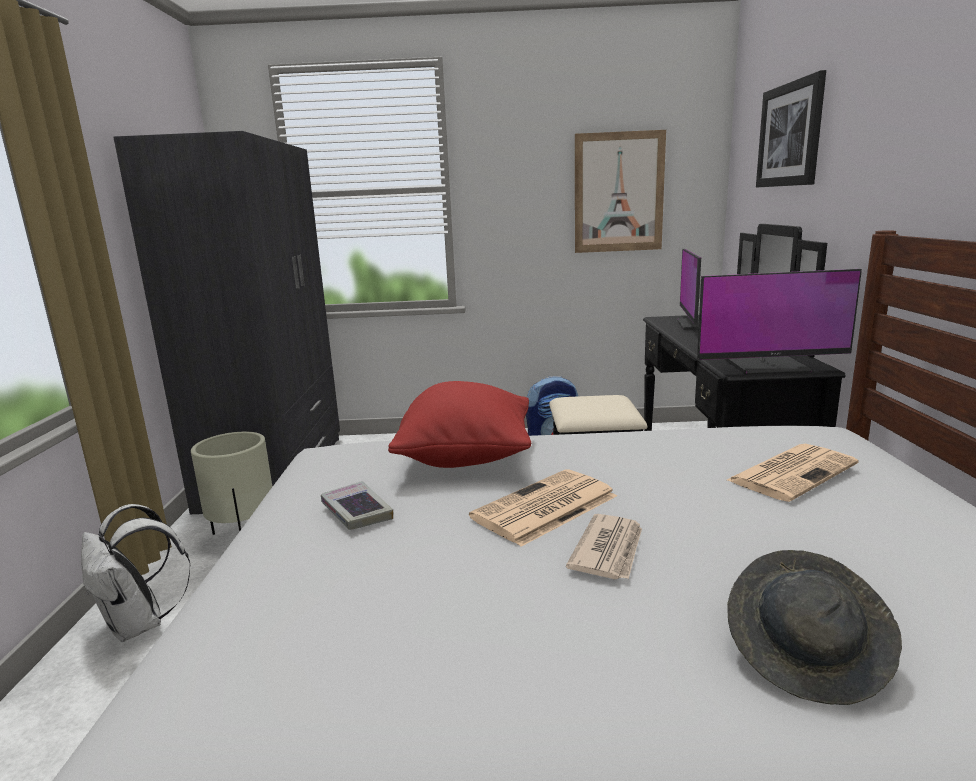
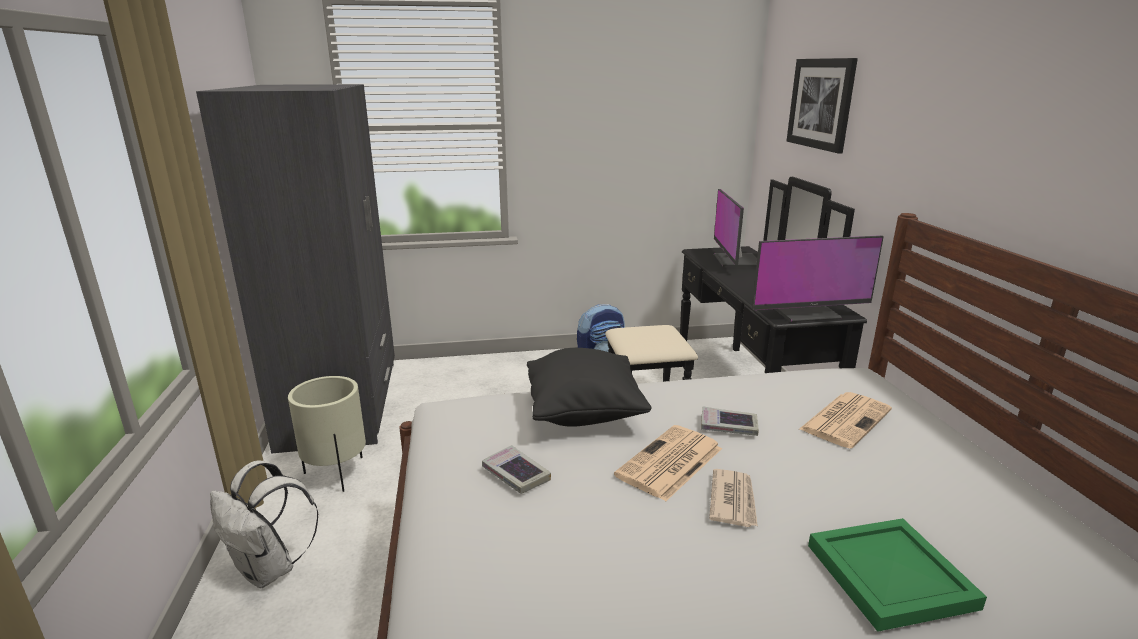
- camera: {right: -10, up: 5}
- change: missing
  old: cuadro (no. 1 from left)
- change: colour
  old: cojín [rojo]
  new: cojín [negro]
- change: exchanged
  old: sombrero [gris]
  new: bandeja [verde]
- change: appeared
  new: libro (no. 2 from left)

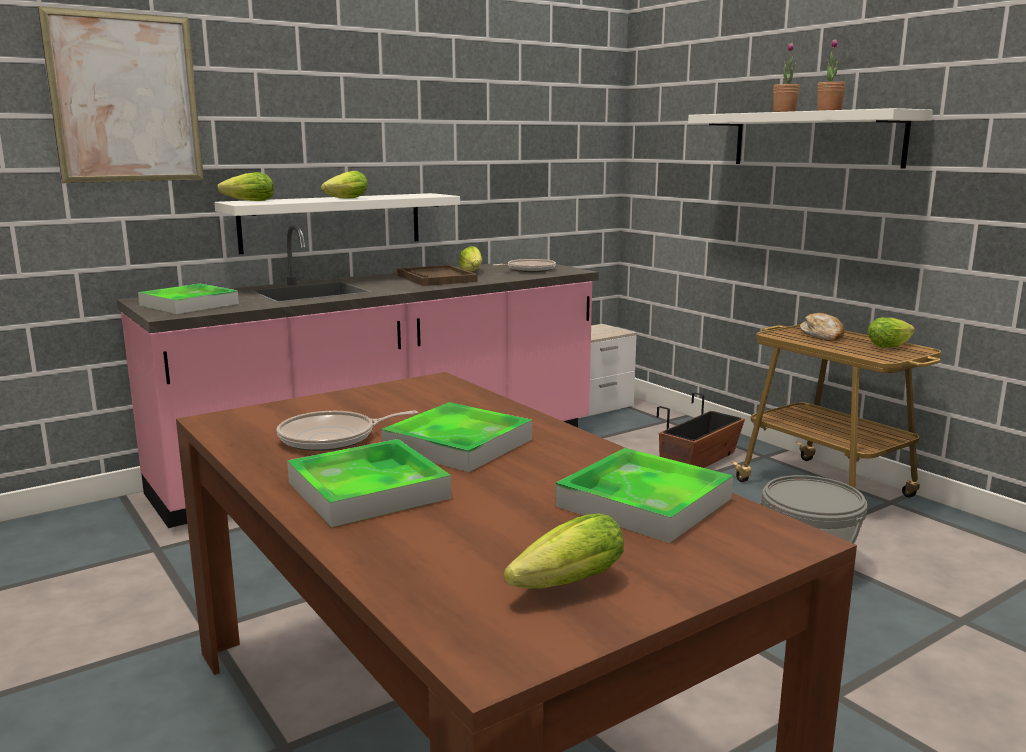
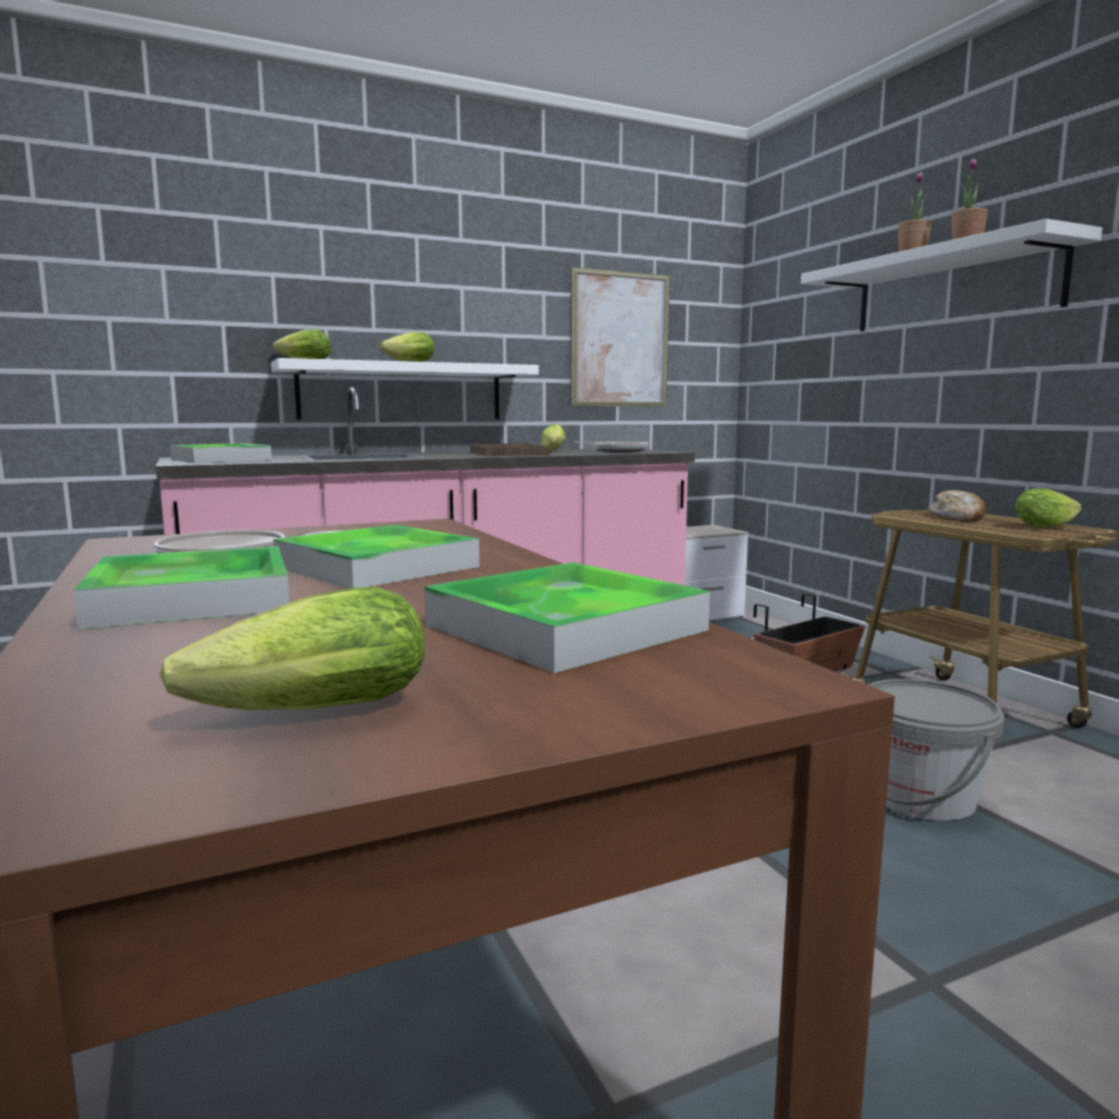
- camera: {right: 10, up: -5}
- change: relocated
  old: cuadro

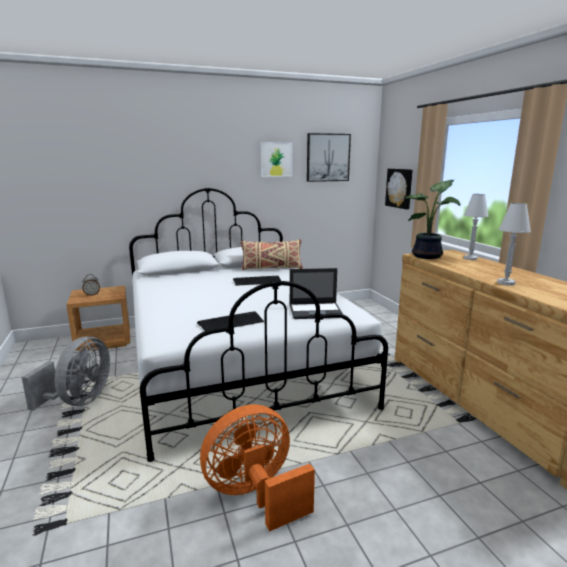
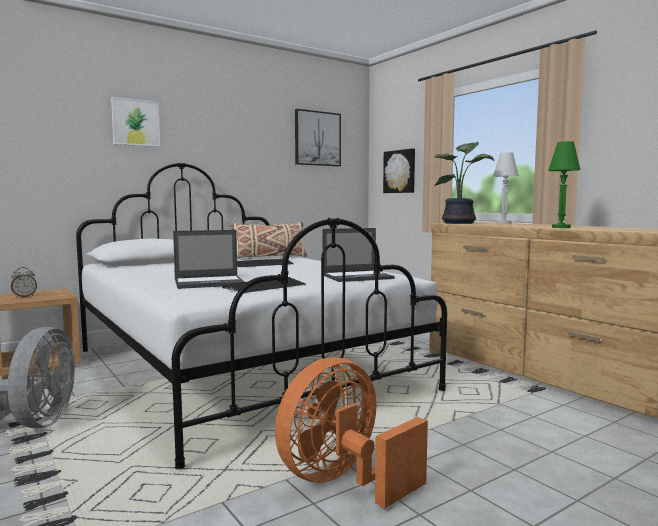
- camera: {right: -15, up: -10}
- change: relocated
  old: cuadro (no. 1 from left)
- change: colour
  old: lámpara de mesa [blanco] (no. 2 from left)
  new: lámpara de mesa [verde]
- change: appeared
  new: portátil (no. 1 from left)

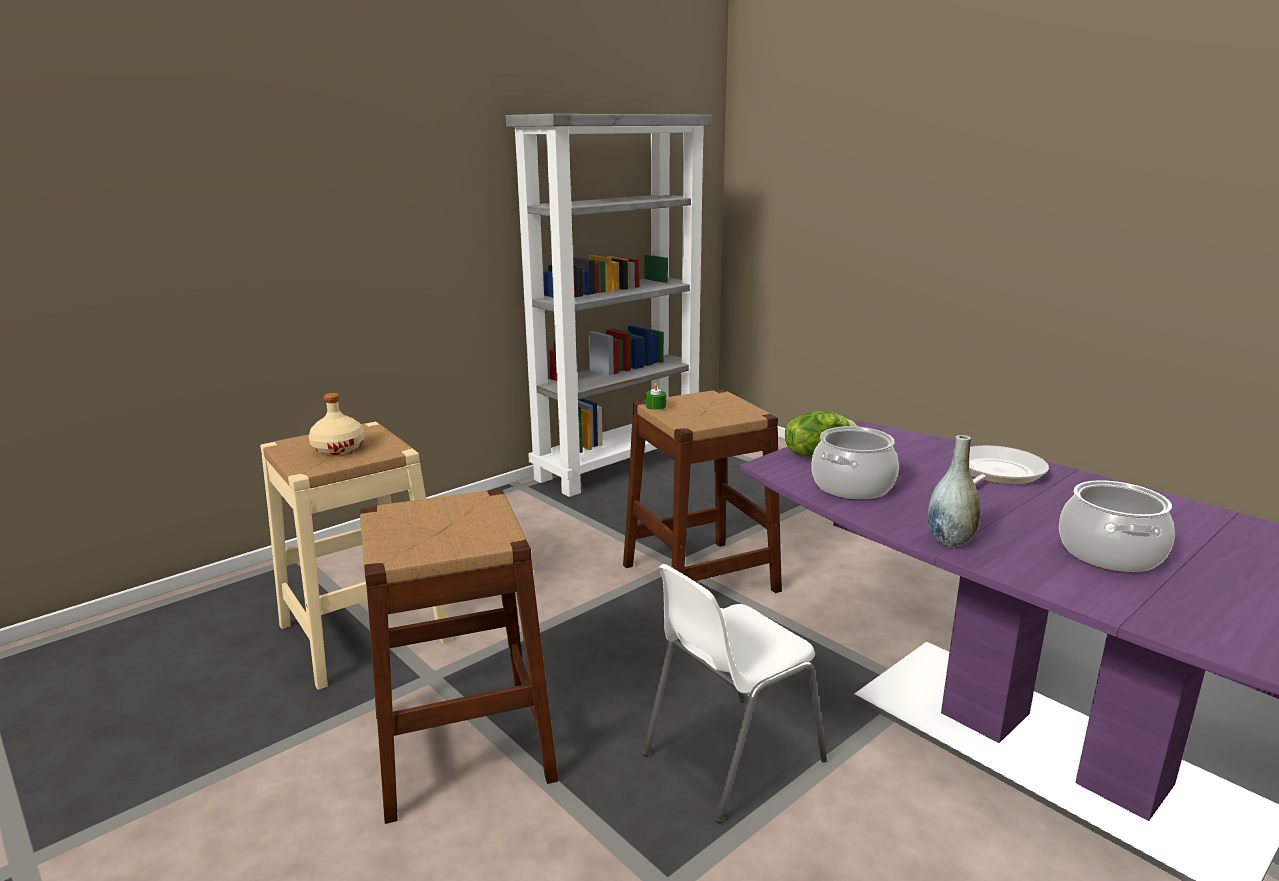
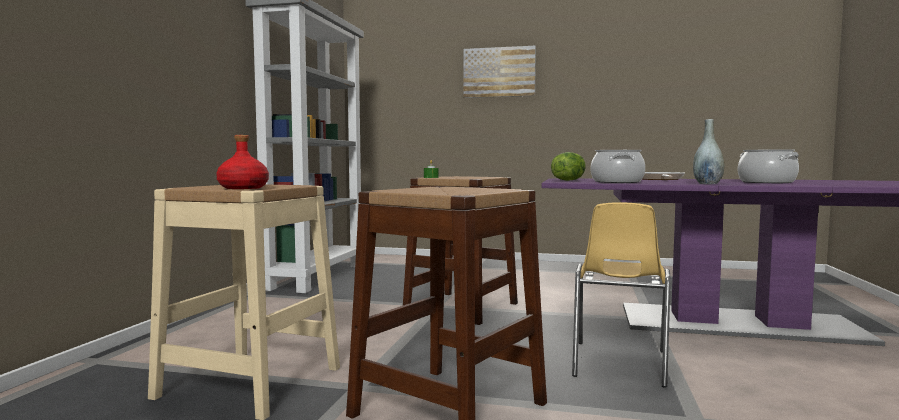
- camera: {right: -35, up: -15}
- change: colour
  old: botella [beis]
  new: botella [rojo]
- change: colour
  old: silla [blanco]
  new: silla [amarillo]
- change: appeared
  new: cuadro

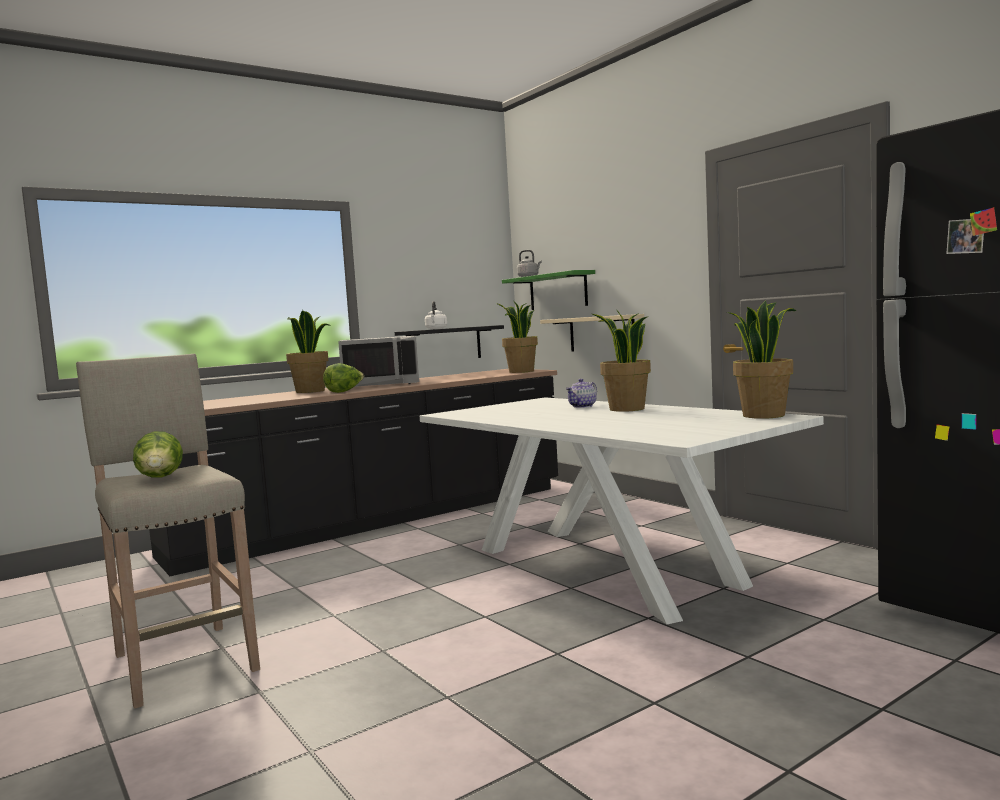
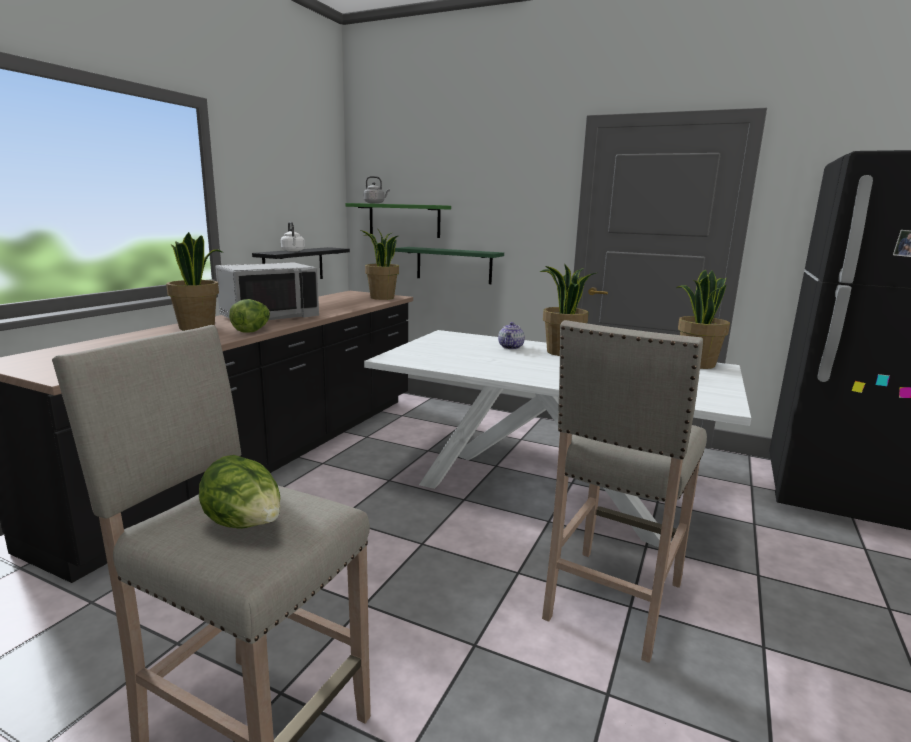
- camera: {right: -30, up: 10}
- change: colour
  old: estante [beis]
  new: estante [verde] (no. 2 from left)
- change: appeared
  new: taburete [beis] (no. 2 from left)

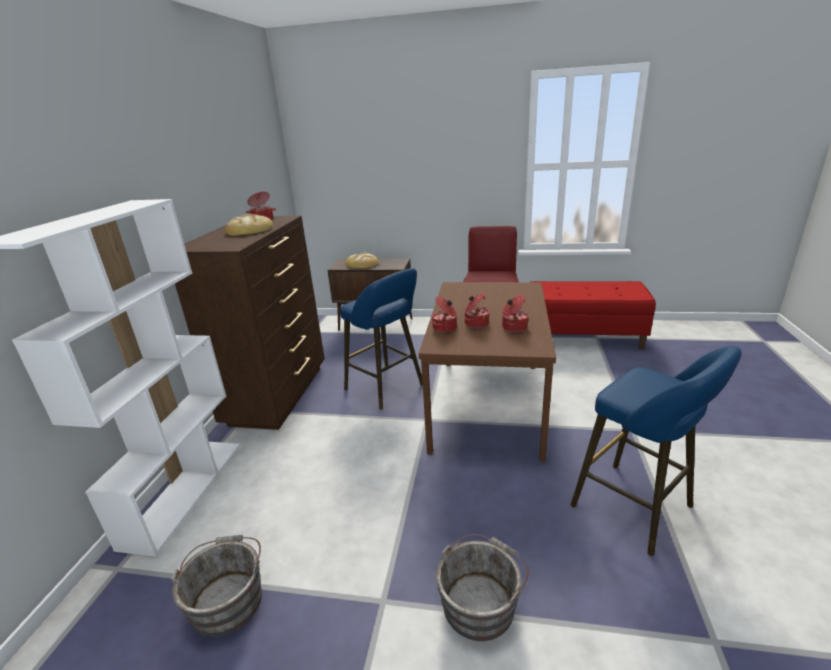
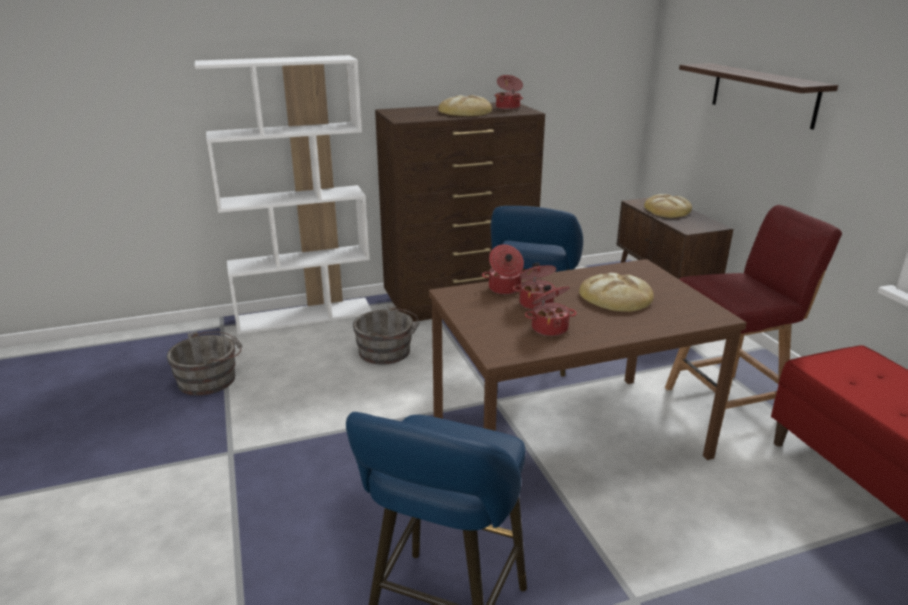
- camera: {right: 60, up: 0}
- change: relocated
  old: cubo [gris] (no. 2 from left)
- change: appeared
  new: estante
- change: appeared
  new: pan (no. 2 from left)

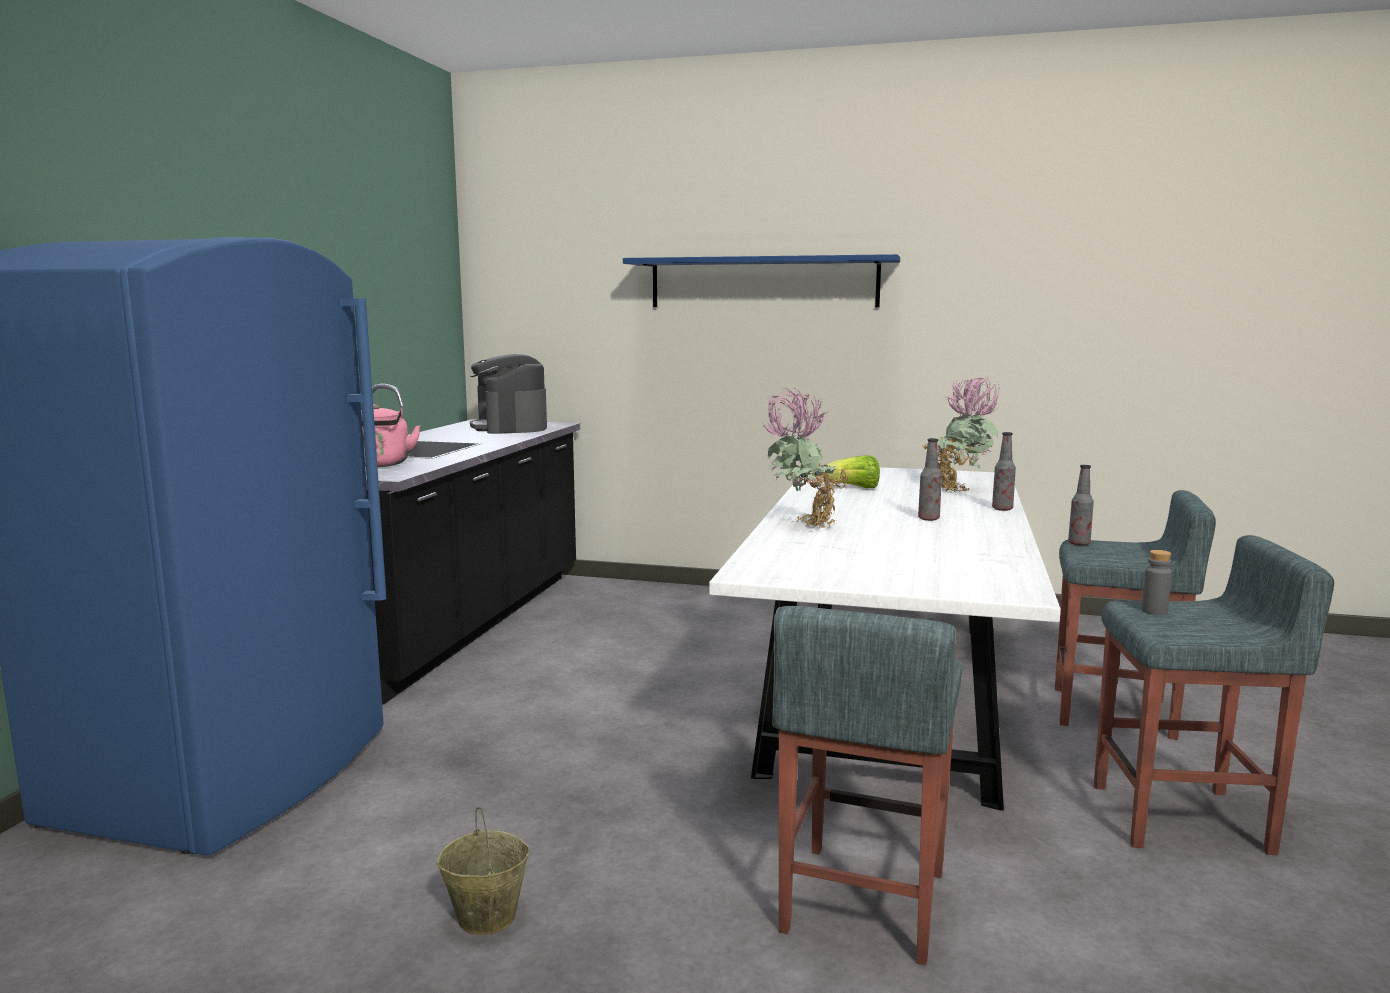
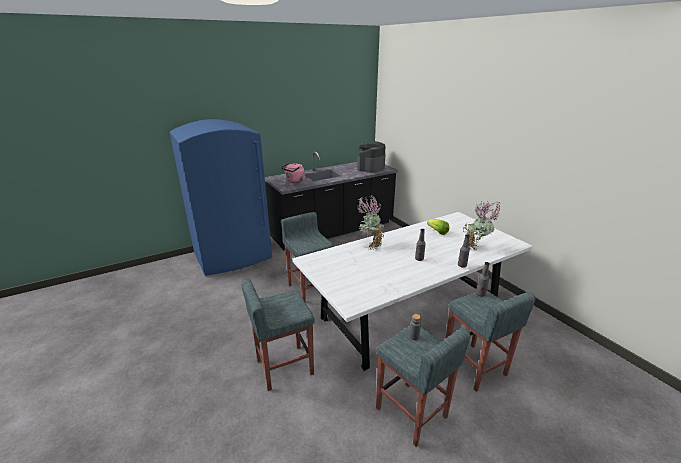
- camera: {right: 45, up: 15}
- change: missing
  old: estante [azul]
- change: missing
  old: cubo [beis]
- change: appeared
  new: taburete [gris] (no. 2 from left)

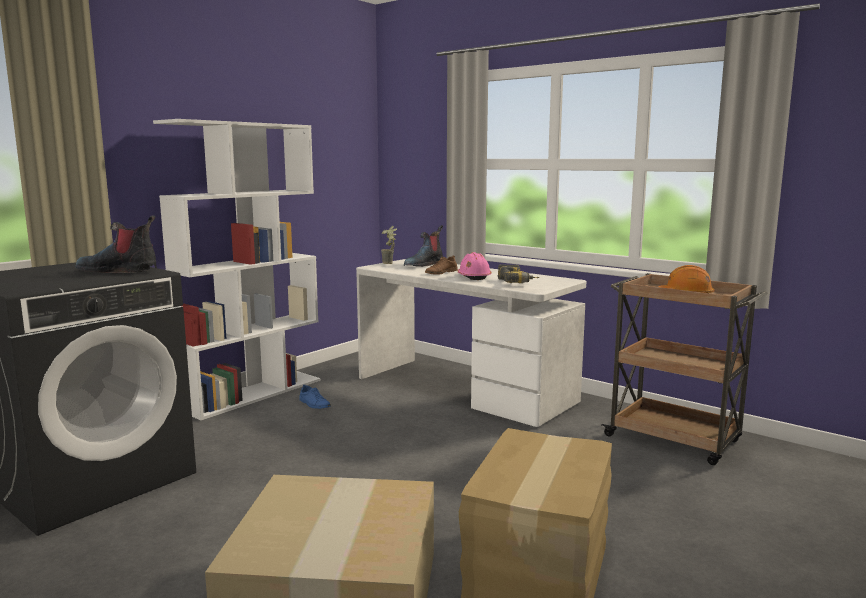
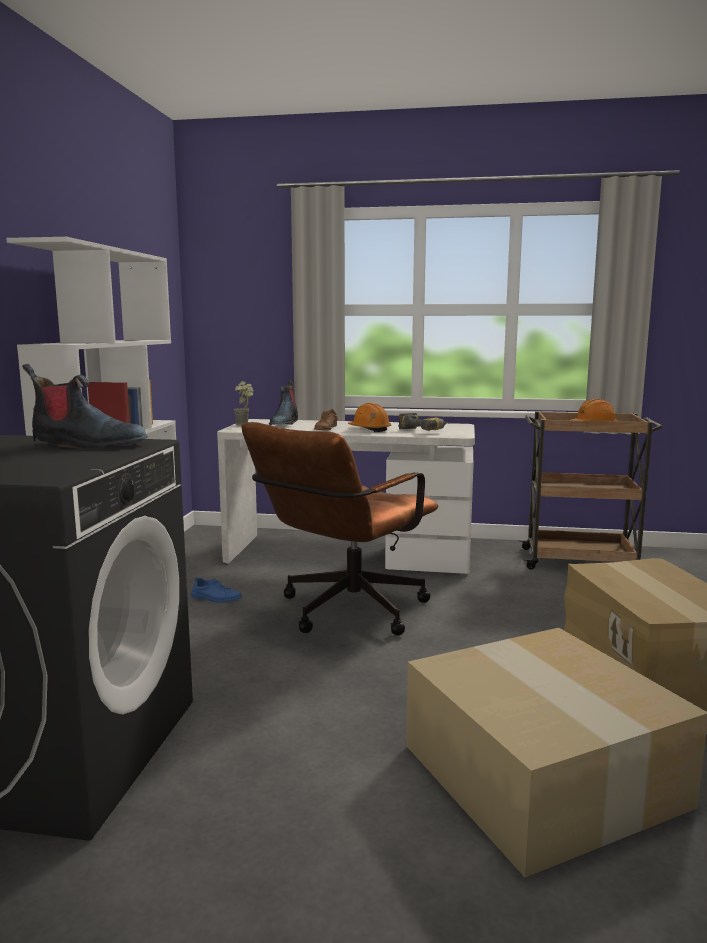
- camera: {right: -30, up: 0}
- change: spun
  old: bota (no. 1 from left)
  degrees: -150
- change: colour
  old: casco [rosa]
  new: casco [naranja] (no. 1 from left)
- change: appeared
  new: silla de oficina [marrón]

